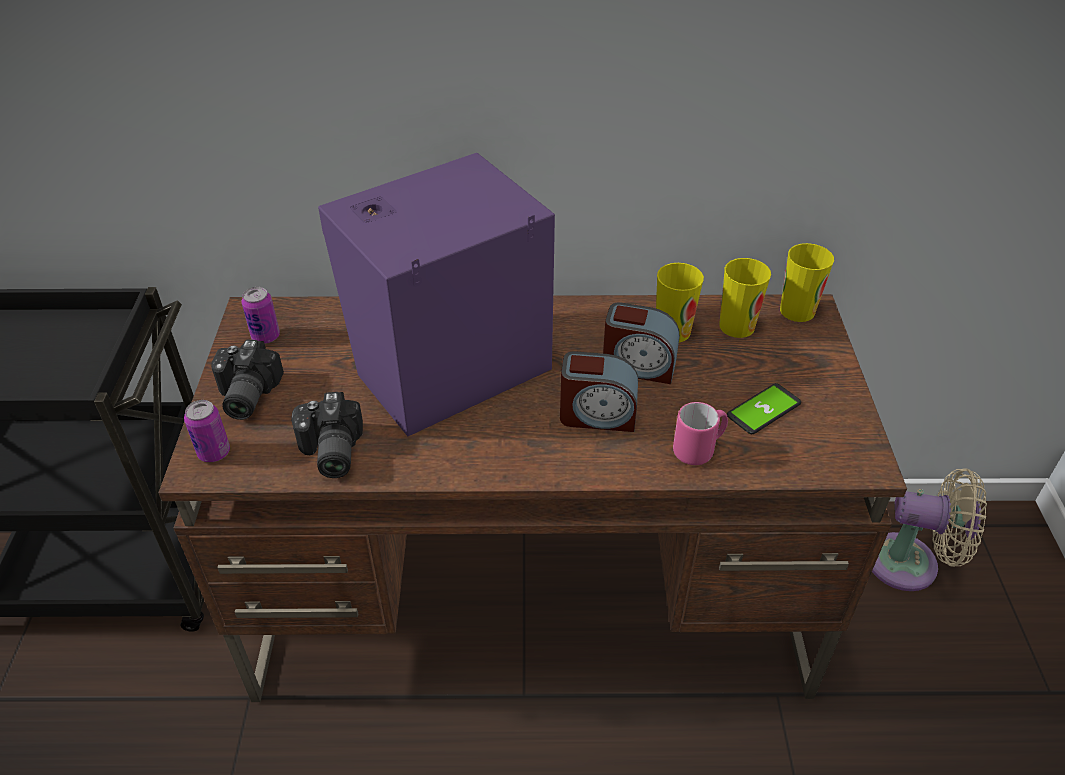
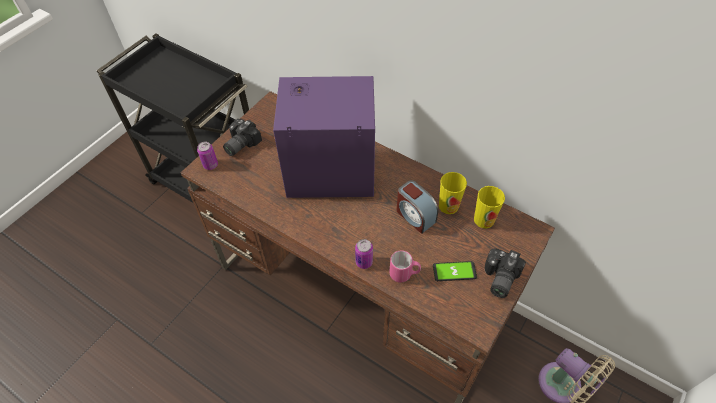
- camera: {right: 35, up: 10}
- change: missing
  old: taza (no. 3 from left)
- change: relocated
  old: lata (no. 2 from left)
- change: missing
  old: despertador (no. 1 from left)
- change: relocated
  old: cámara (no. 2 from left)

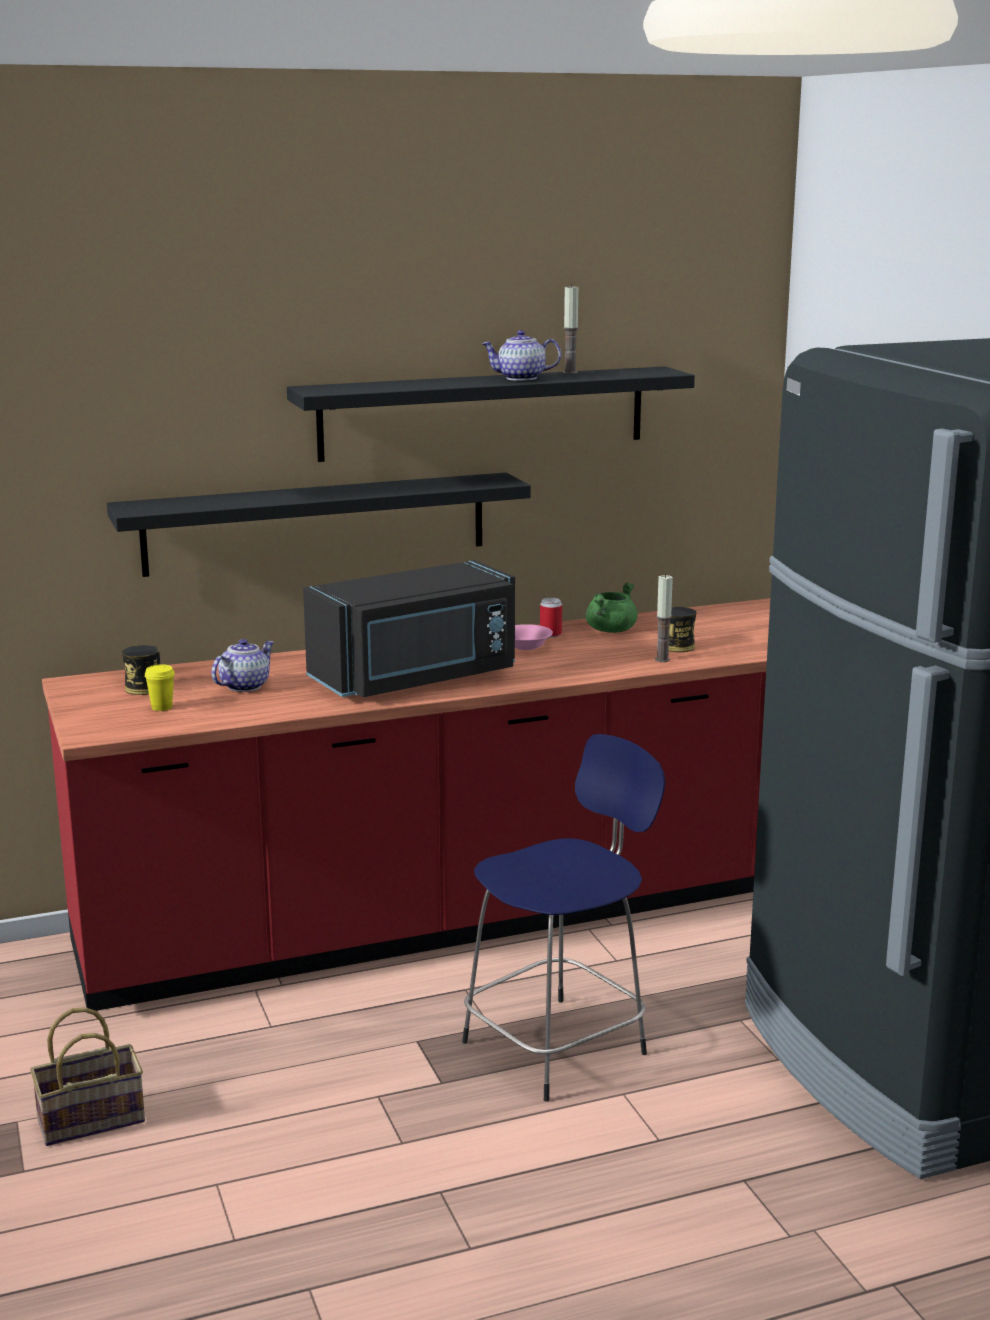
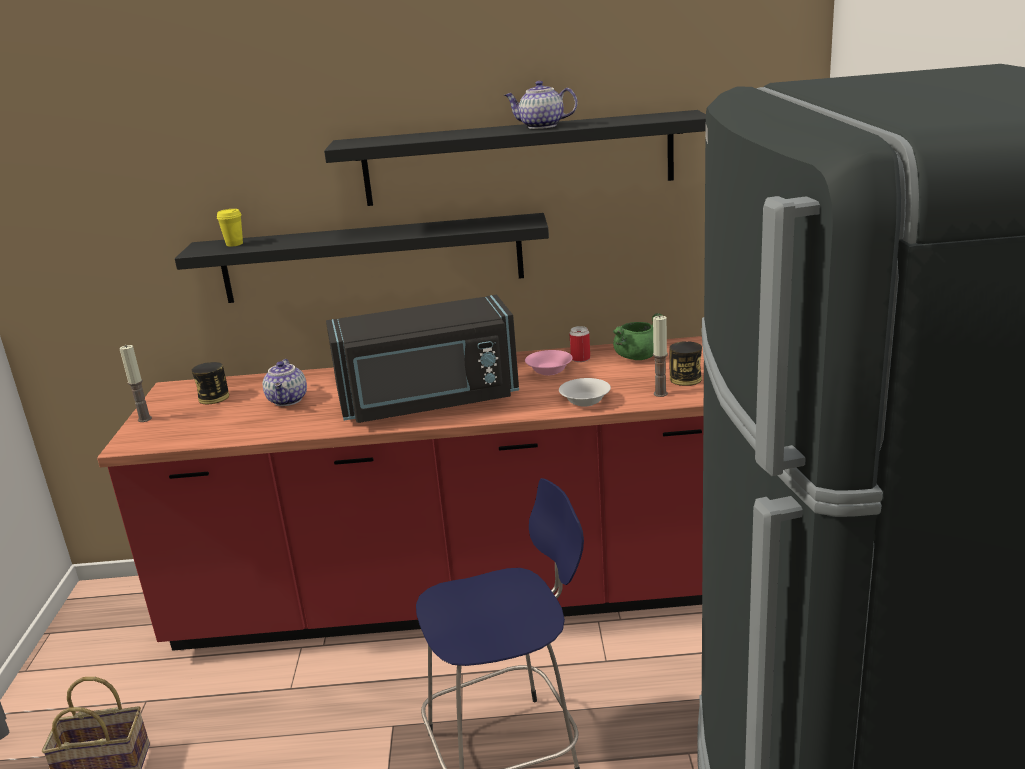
- camera: {right: 20, up: 5}
- change: relocated
  old: vela (no. 1 from left)
- change: spun
  old: tetera (no. 1 from left)
  degrees: 120
- change: relocated
  old: taza [amarillo]
- change: appeared
  new: cuenco [blanco]

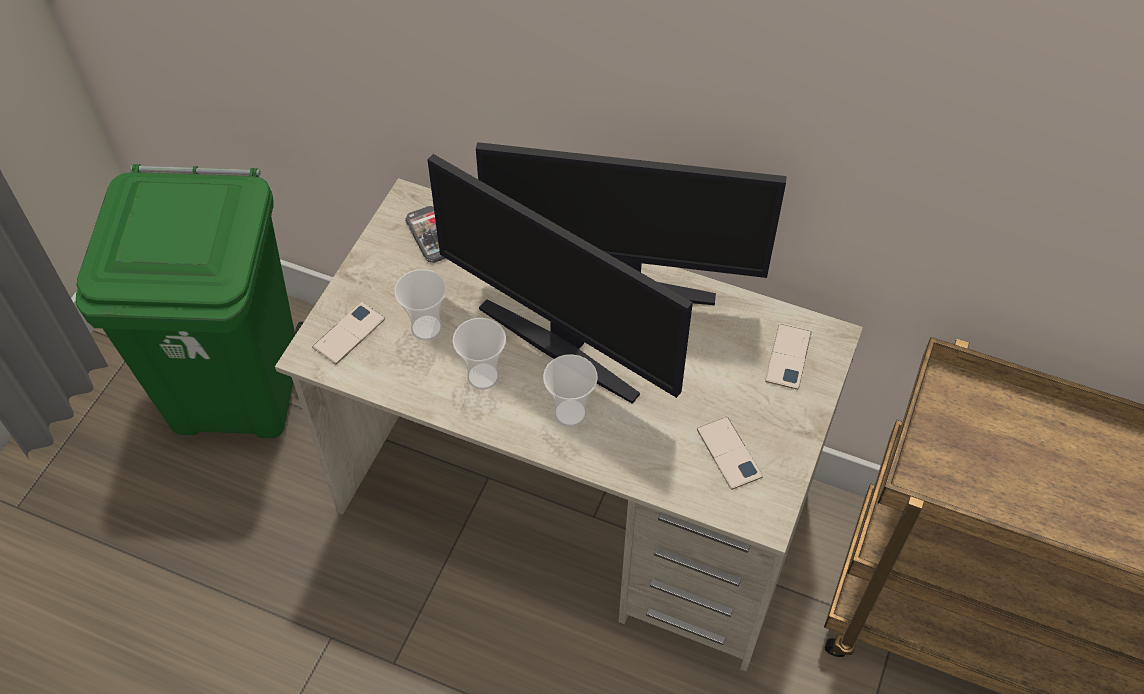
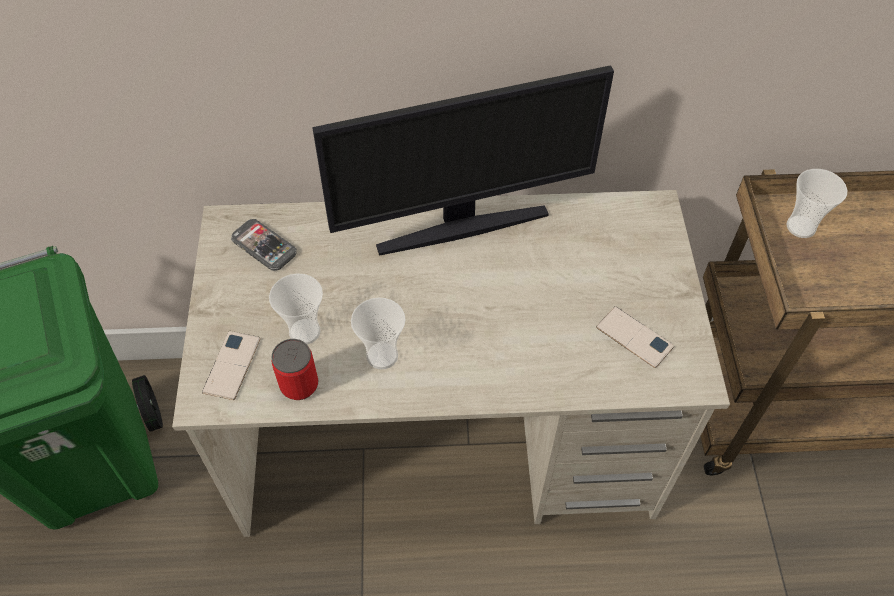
- camera: {right: -25, up: 0}
- change: missing
  old: monitor (no. 1 from left)
- change: missing
  old: móvil (no. 4 from left)
- change: relocated
  old: taza (no. 3 from left)
- change: appeared
  new: lata

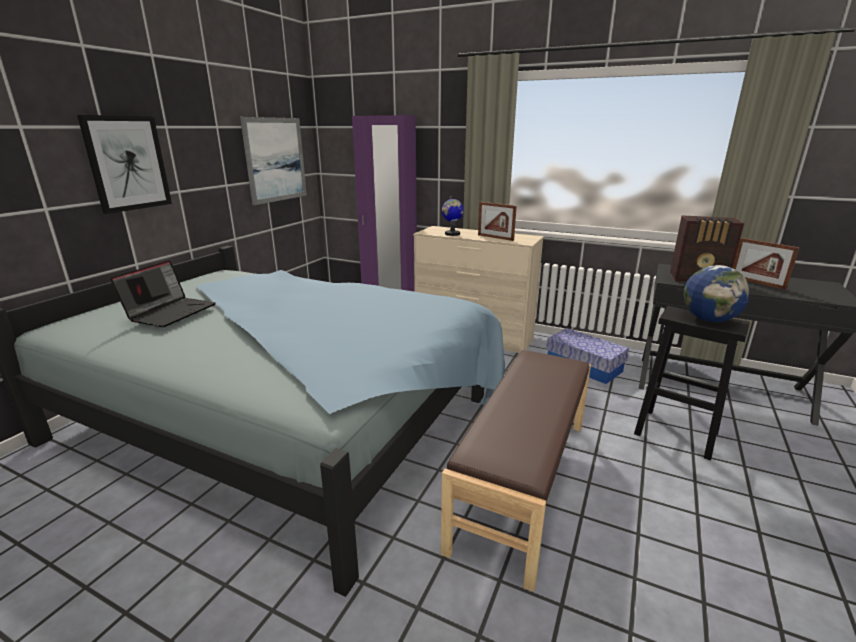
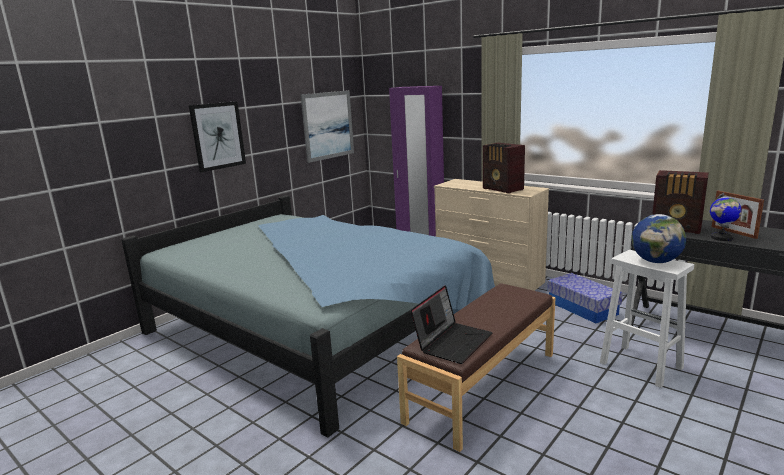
- camera: {right: 15, up: -5}
- change: relocated
  old: globo terráqueo (no. 1 from left in the first image)
  new: globo terráqueo (no. 2 from left)
- change: exchanged
  old: portarretratos (no. 1 from left)
  new: radio (no. 1 from left)
- change: relocated
  old: portátil
- change: colour
  old: taburete [negro]
  new: taburete [blanco]

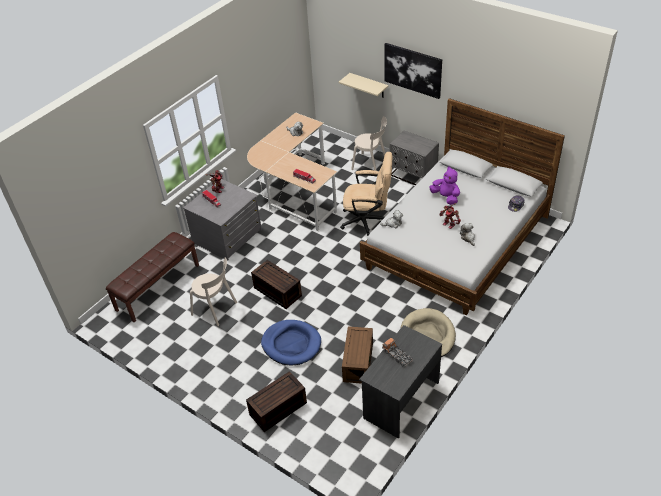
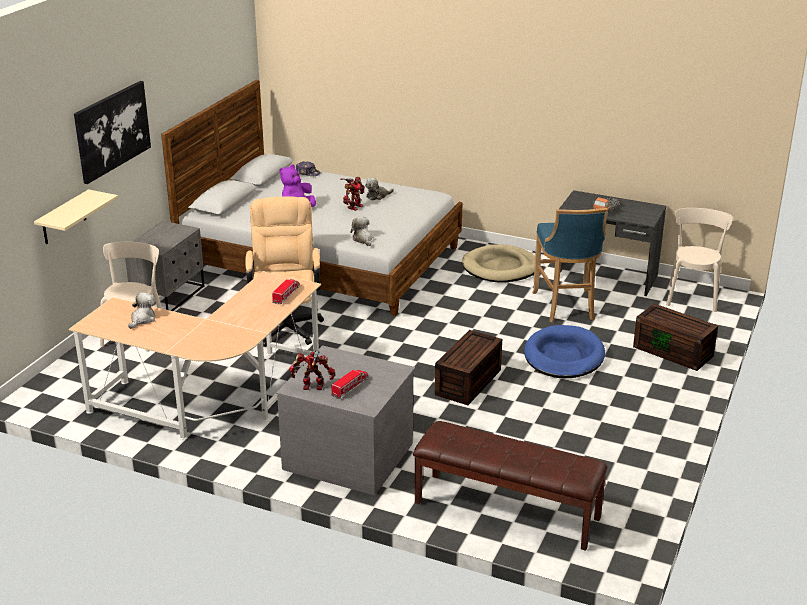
- camera: {right: -105, up: -15}
- change: relocated
  old: silla [beis] (no. 1 from left in the first image)
  new: silla [beis] (no. 2 from left)
- change: exchanged
  old: caja de almacenaje [marrón] (no. 3 from left)
  new: taburete [azul]

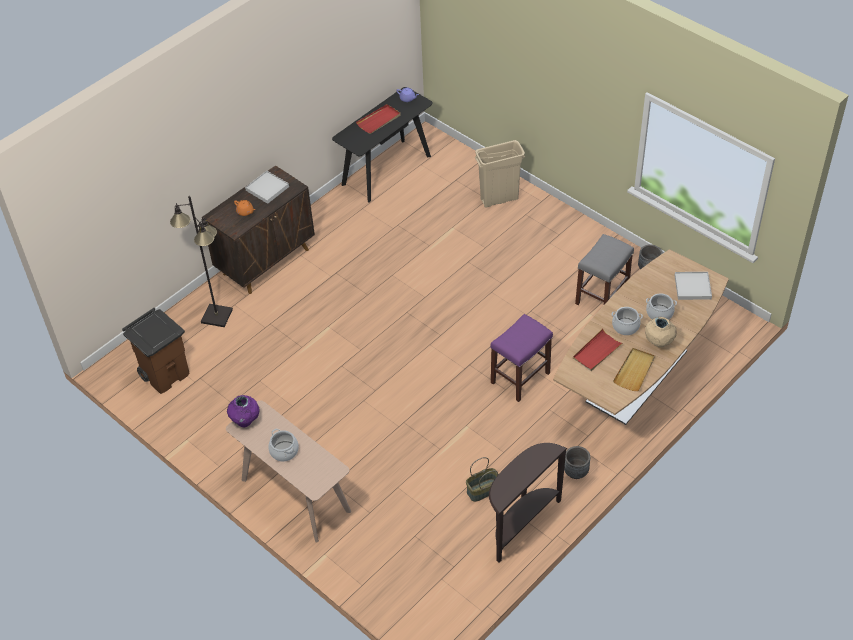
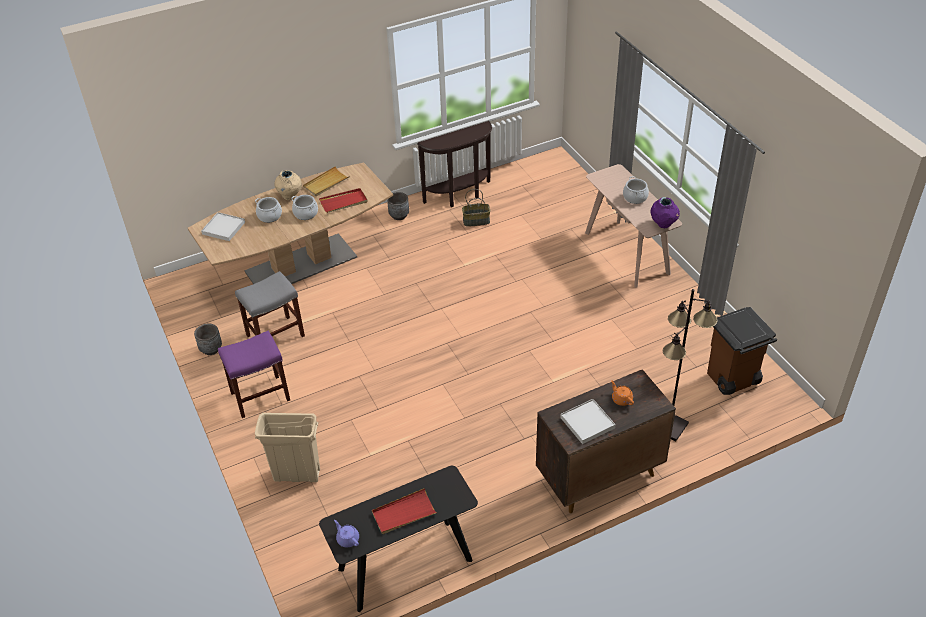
- camera: {right: -160, up: -5}
- change: relocated
  old: taburete [morado]

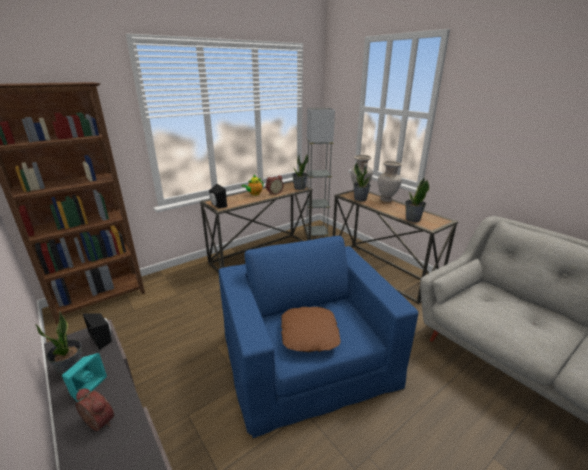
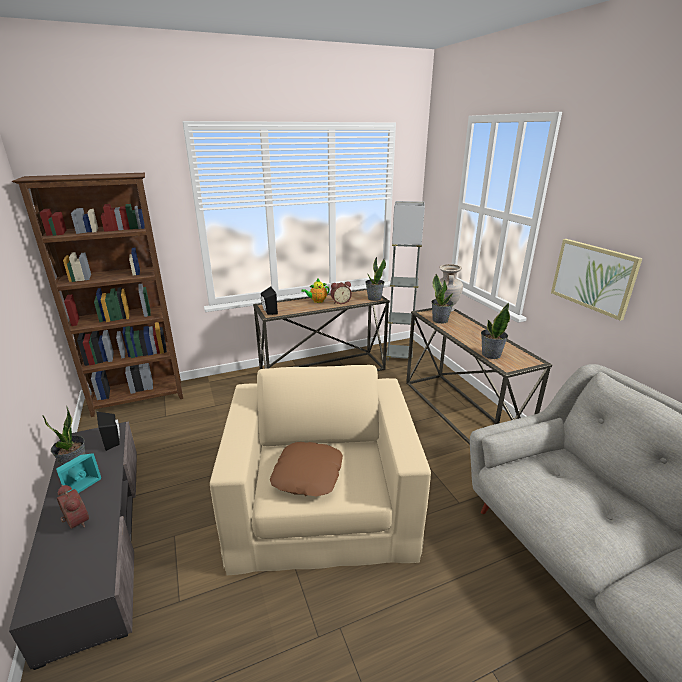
- camera: {right: 15, up: 0}
- change: missing
  old: florero [beis] (no. 2 from left)
- change: colour
  old: sillón [azul]
  new: sillón [beis]
- change: appeared
  new: cuadro

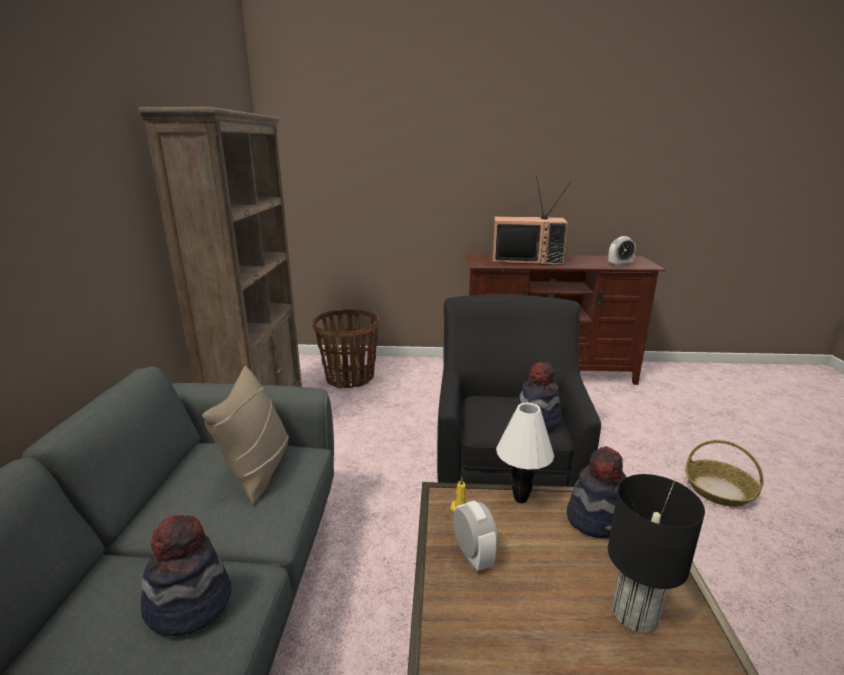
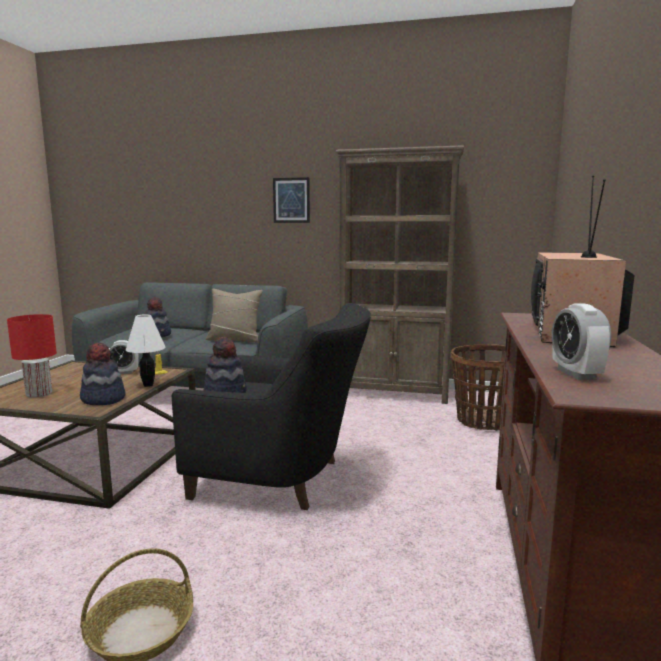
- camera: {right: 100, up: -10}
- change: colour
  old: lámpara de mesa [negro]
  new: lámpara de mesa [rojo]
- change: appeared
  new: cuadro

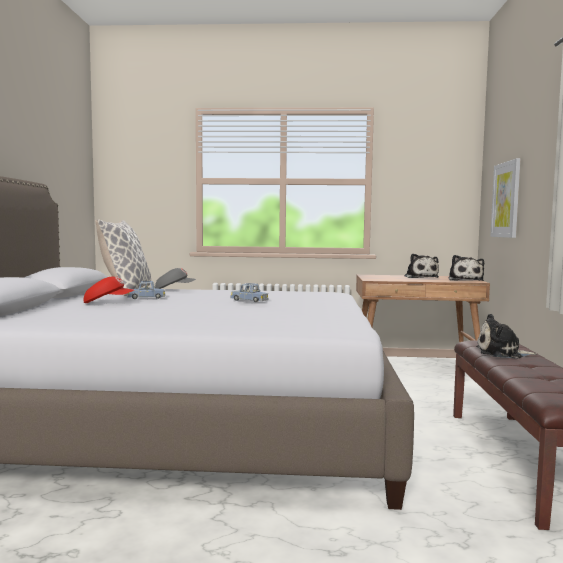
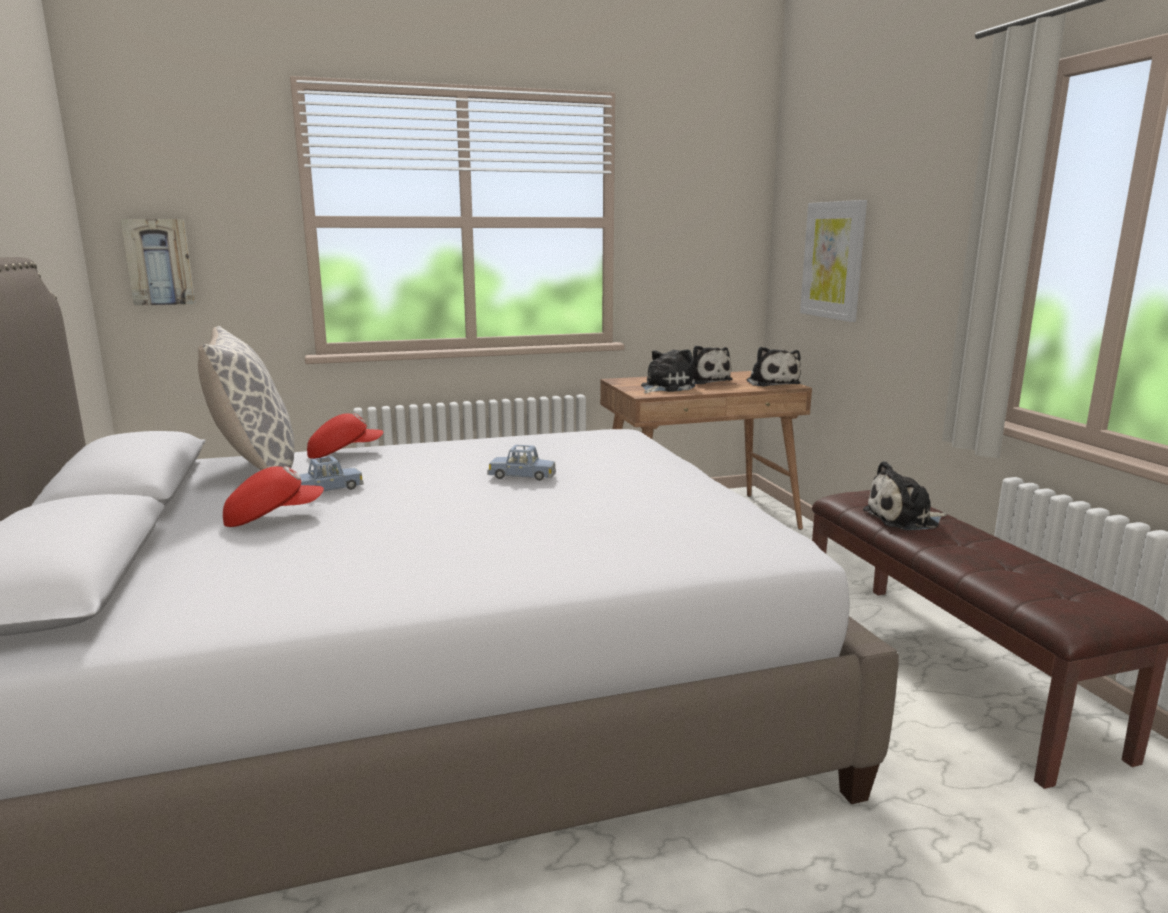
- camera: {right: -20, up: 10}
- change: colour
  old: gorra [gris]
  new: gorra [rojo] (no. 2 from left)
- change: appeared
  new: cuadro (no. 1 from left)
- change: appeared
  new: peluche (no. 1 from left)

